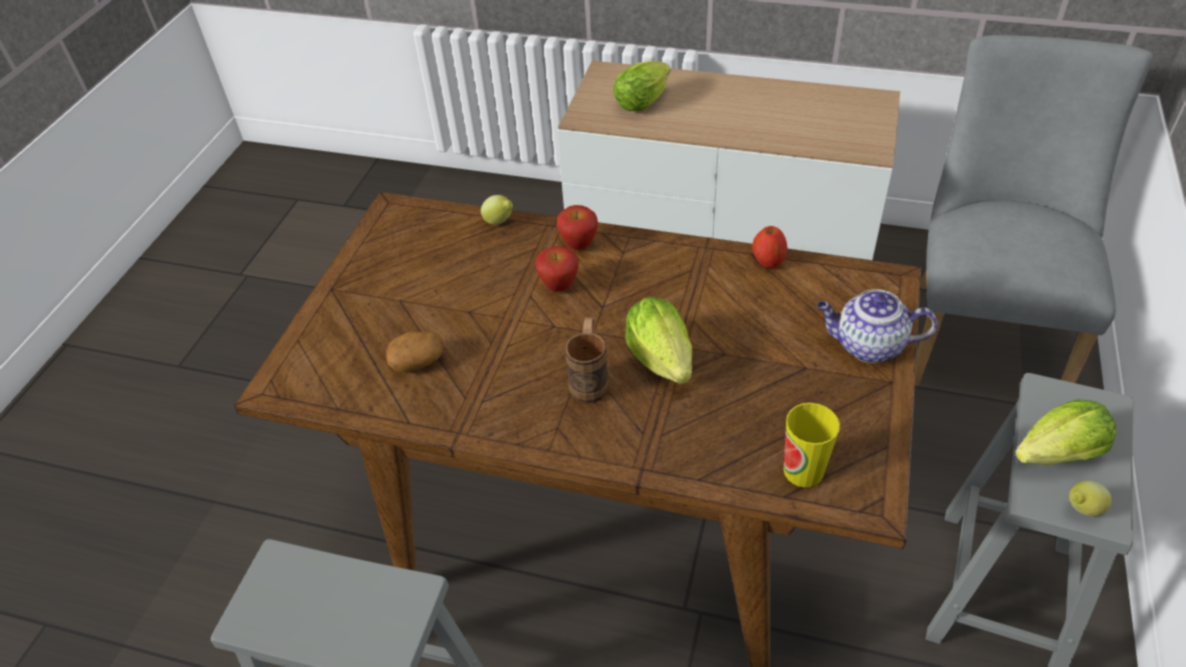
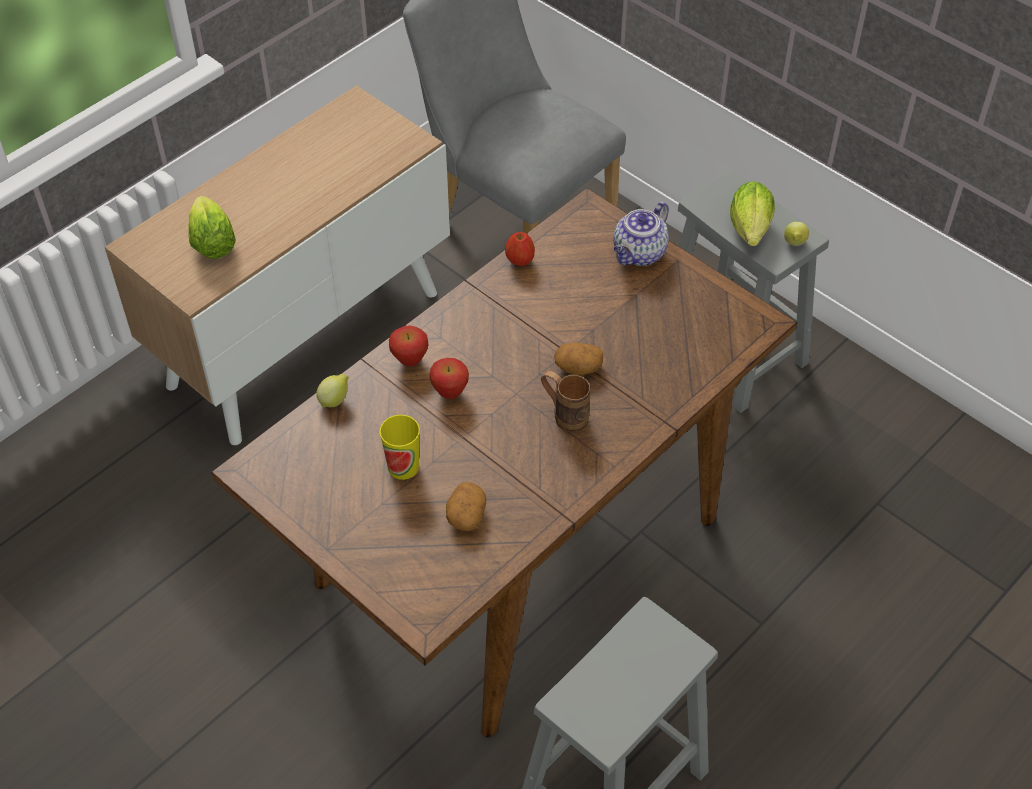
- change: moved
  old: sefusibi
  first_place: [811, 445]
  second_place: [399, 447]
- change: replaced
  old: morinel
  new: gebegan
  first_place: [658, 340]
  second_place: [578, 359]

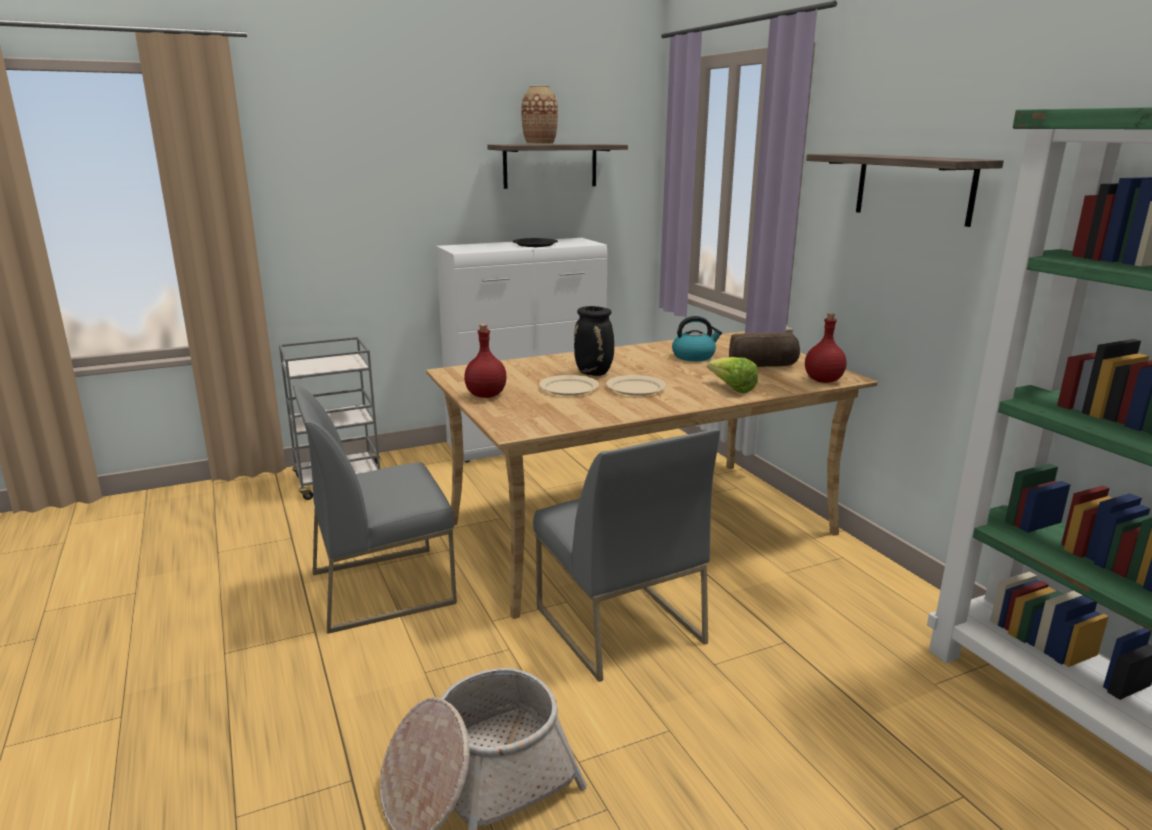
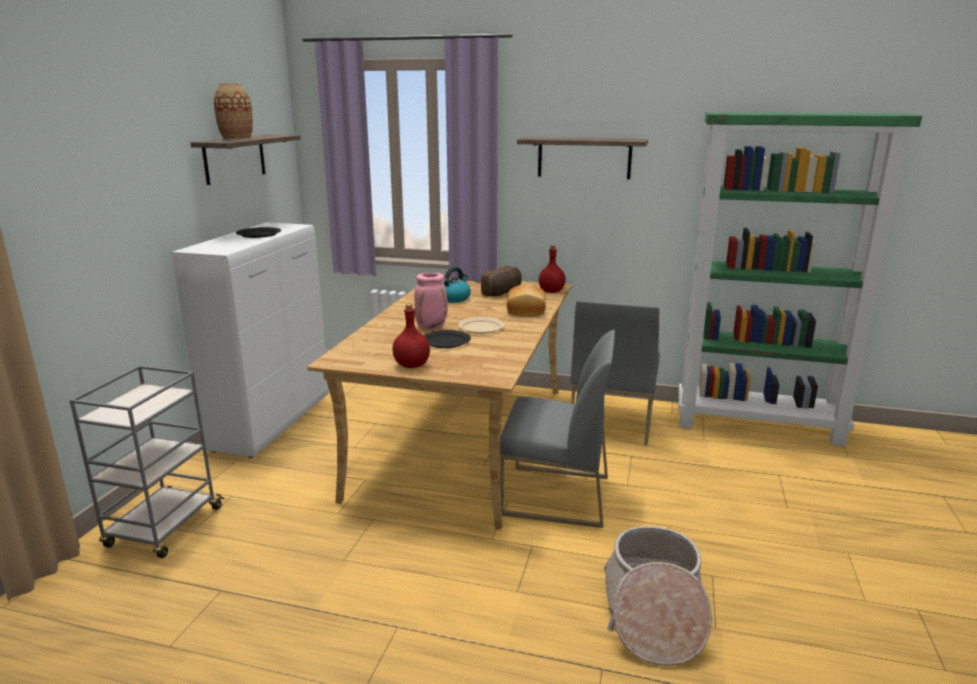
- change: recoloured
  old: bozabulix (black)
  new: bozabulix (pink)
  first_place: [594, 341]
  second_place: [431, 301]
- change: recoloured
  old: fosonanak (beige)
  new: fosonanak (black)
  first_place: [569, 385]
  second_place: [447, 339]
- change: replaced
  old: morinel
  new: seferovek
  first_place: [732, 375]
  second_place: [526, 300]
- change: moved
  old: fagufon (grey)
  first_place: [374, 509]
  second_place: [615, 372]

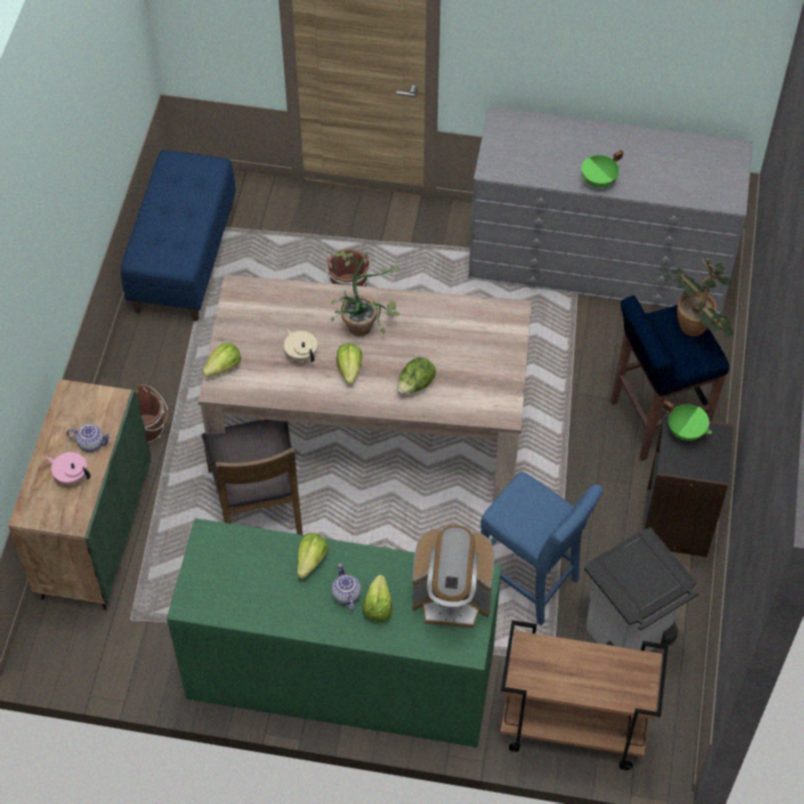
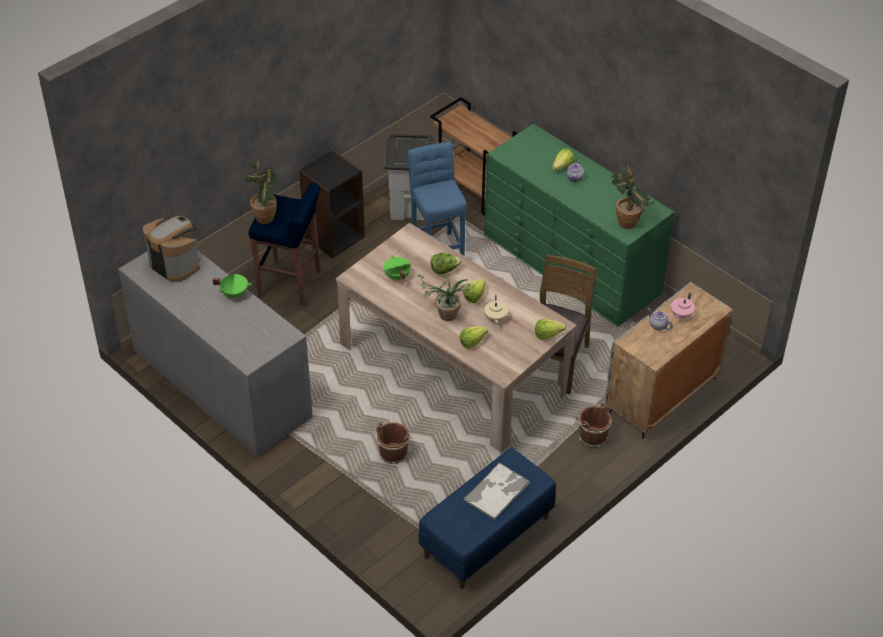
- change: moved
  old: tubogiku
  first_place: [453, 576]
  second_place: [172, 248]
- change: moved
  old: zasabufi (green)
  first_place: [687, 420]
  second_place: [397, 267]
- change: moved
  old: morinel
  first_place: [313, 556]
  second_place: [474, 337]
- change: added
  new: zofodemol
  second_place: [496, 491]
- change: recoloured
  old: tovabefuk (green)
  new: tovabefuk (grey)
  first_place: [79, 494]
  second_place: [669, 360]
- change: added
  new: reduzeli
  second_place: [633, 197]
- change: turned
  old: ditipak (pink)
  first_place: [68, 468]
  second_place: [683, 306]
  degrees: 60

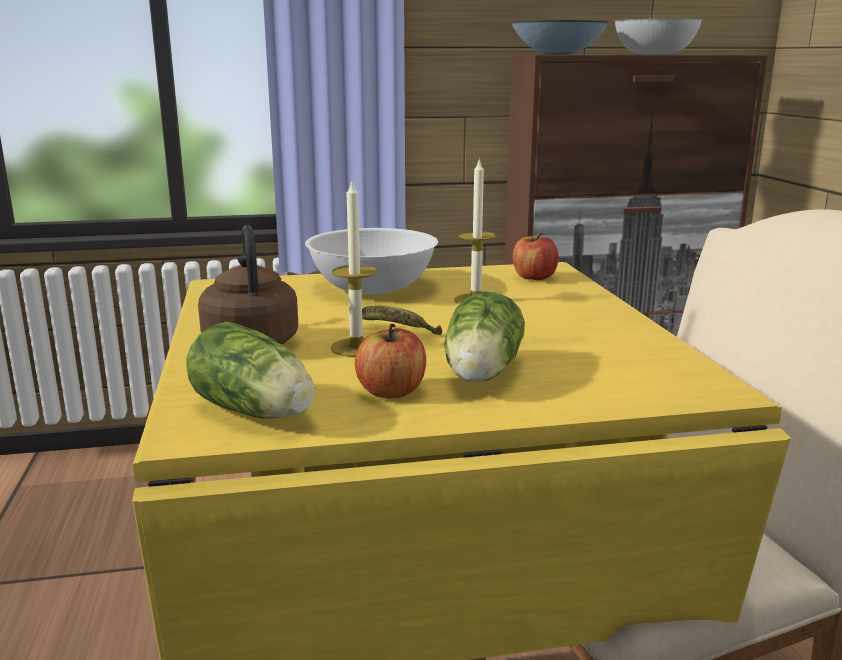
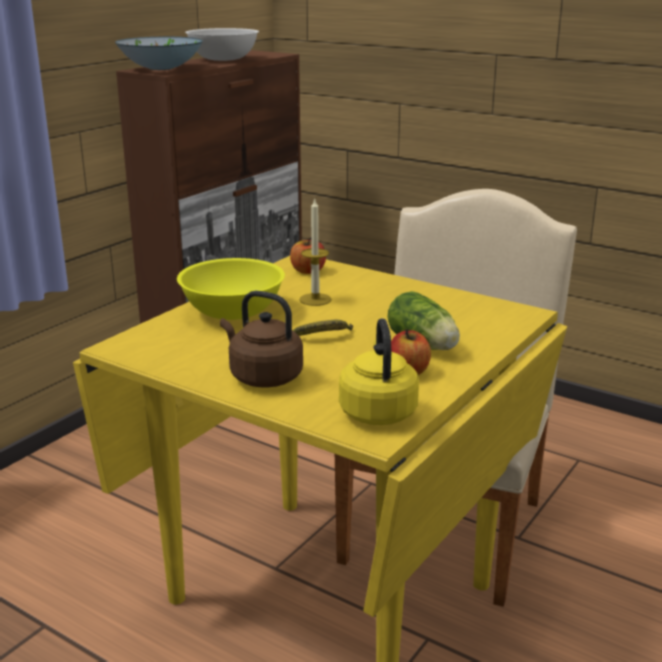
- change: recoloured
  old: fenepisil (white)
  new: fenepisil (yellow)
  first_place: [371, 261]
  second_place: [231, 289]
- change: replaced
  old: morinel
  new: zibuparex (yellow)
  first_place: [250, 370]
  second_place: [379, 371]
- change: removed
  old: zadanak
  first_place: [354, 267]

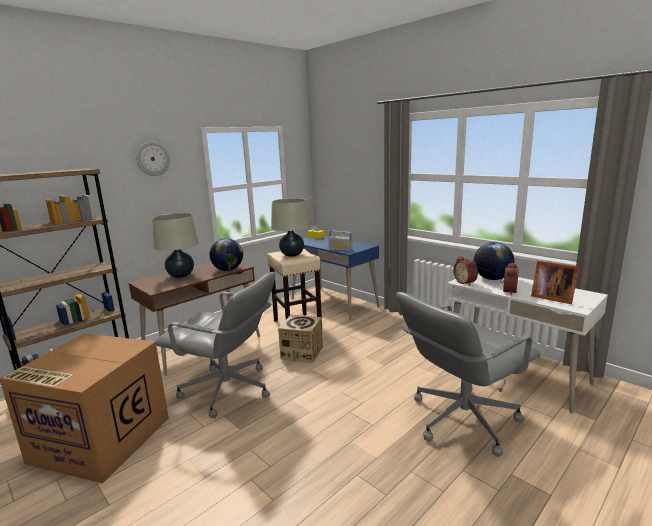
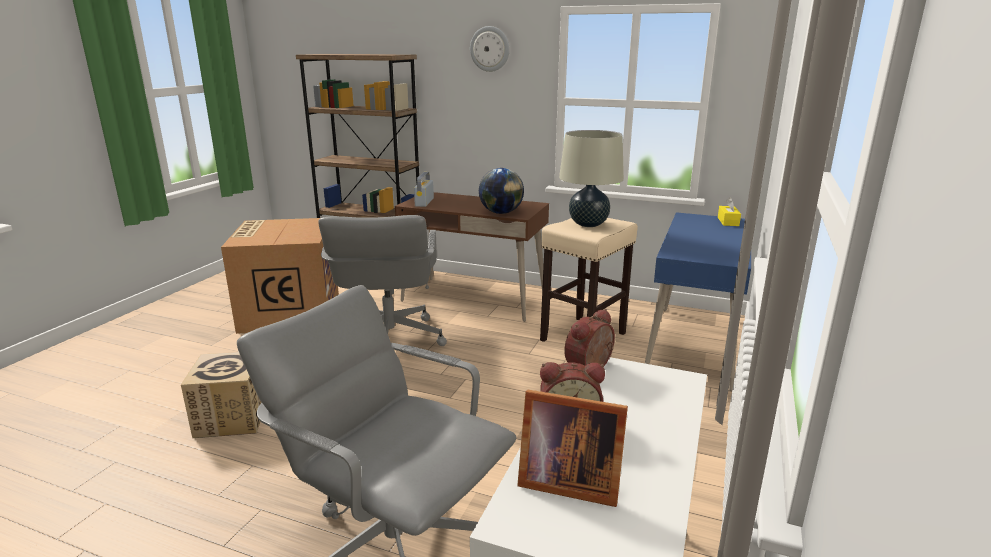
- change: moved
  old: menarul
  first_place: [300, 339]
  second_place: [221, 395]
- change: moved
  old: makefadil
  first_place: [341, 241]
  second_place: [424, 189]
- change: turned
  old: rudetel
  first_place: [555, 282]
  second_place: [572, 448]
  degrees: -90
- change: removed
  old: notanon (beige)
  first_place: [175, 245]
- change: removed
  old: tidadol
  first_place: [494, 261]

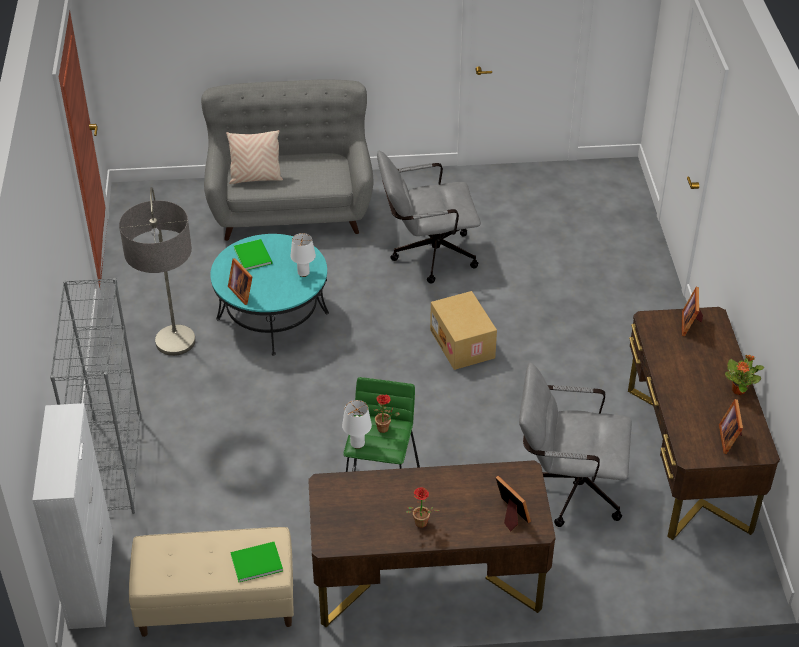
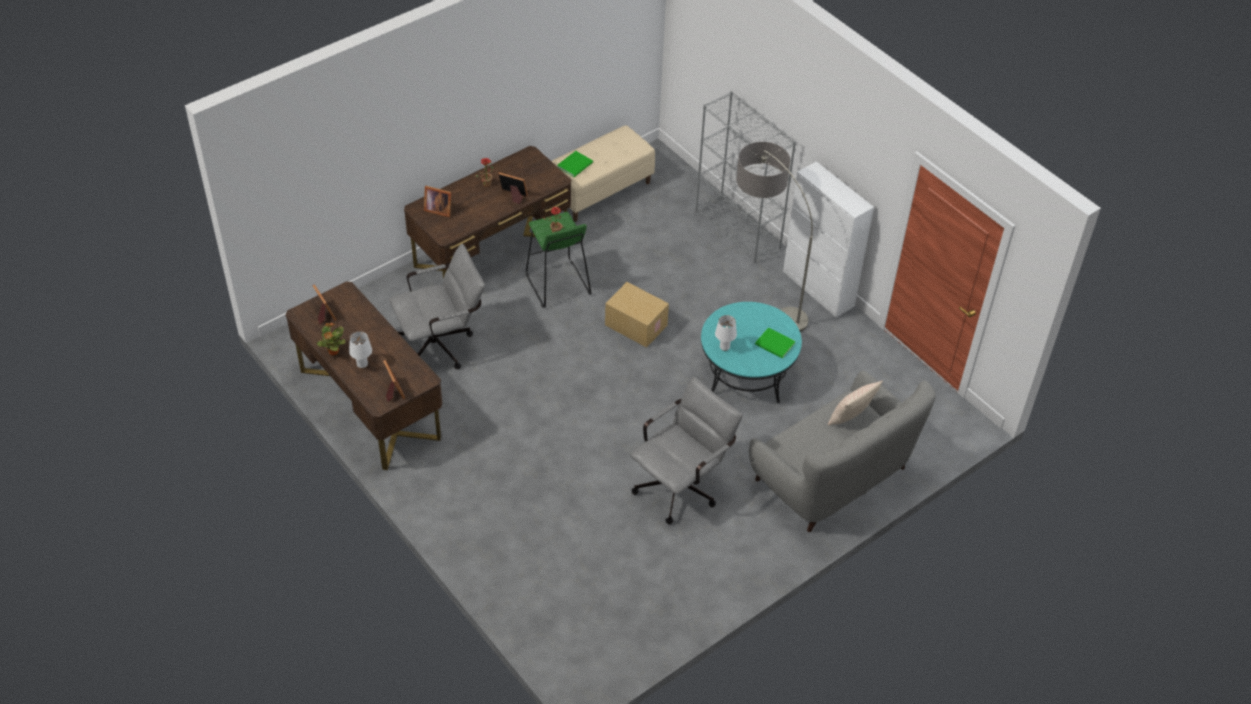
- change: moved
  old: notanon (white)
  first_place: [357, 424]
  second_place: [360, 349]
- change: moved
  old: rudetel
  first_place: [240, 281]
  second_place: [513, 188]
- change: moved
  old: menarul
  first_place: [463, 330]
  second_place: [637, 315]
- change: moved
  old: tovabefuk (white)
  first_place: [73, 516]
  second_place: [828, 239]

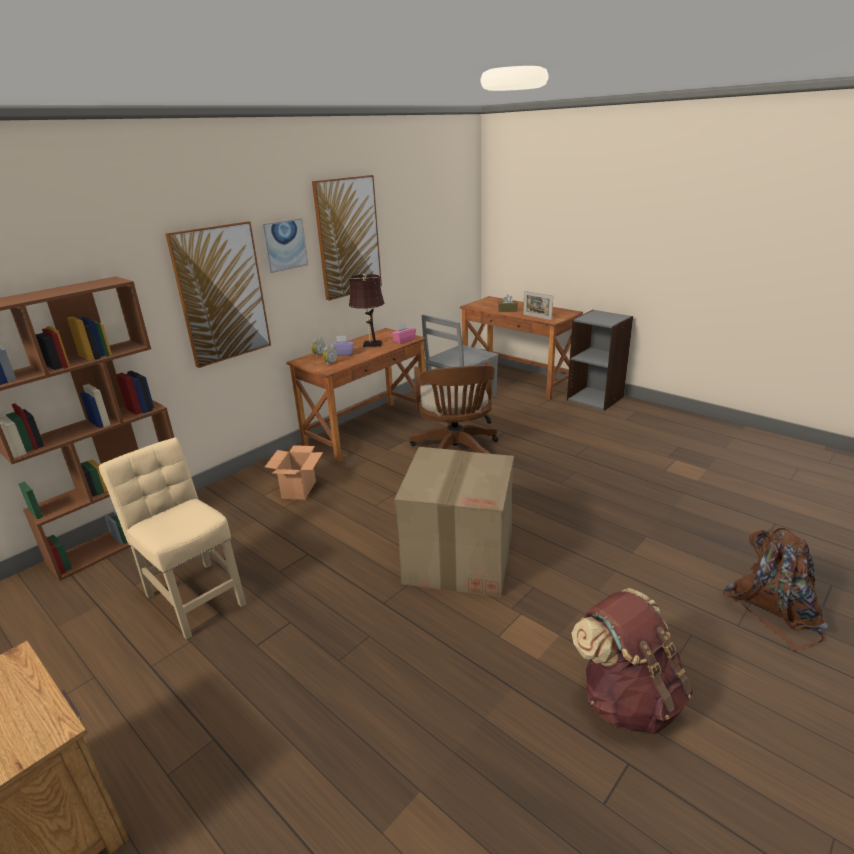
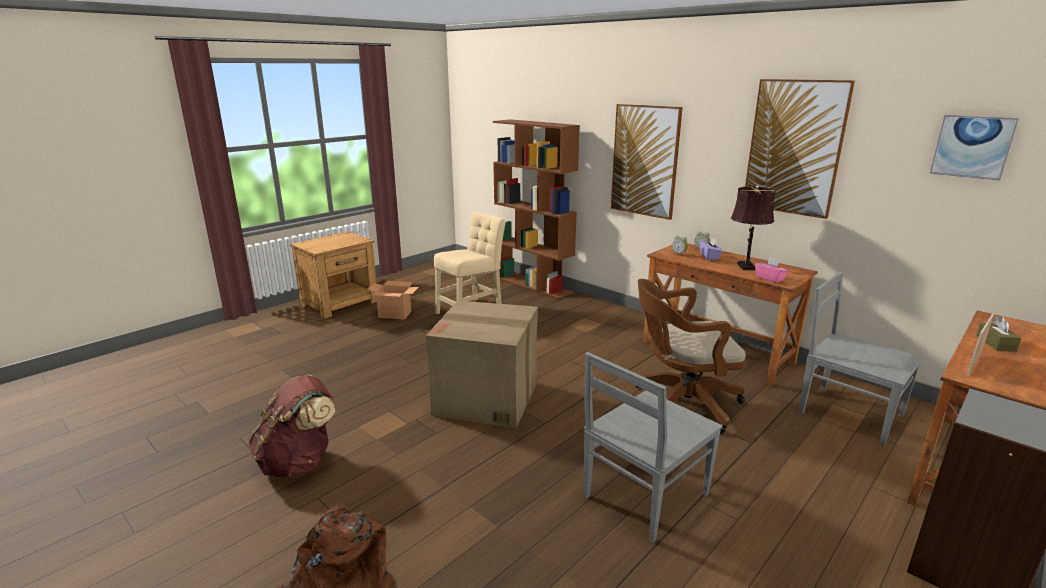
- change: moved
  old: menarul
  first_place: [294, 472]
  second_place: [393, 300]
- change: added
  new: fagufon (grey)
  second_place: [653, 447]
- change: moved
  old: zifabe
  first_place: [284, 245]
  second_place: [974, 148]

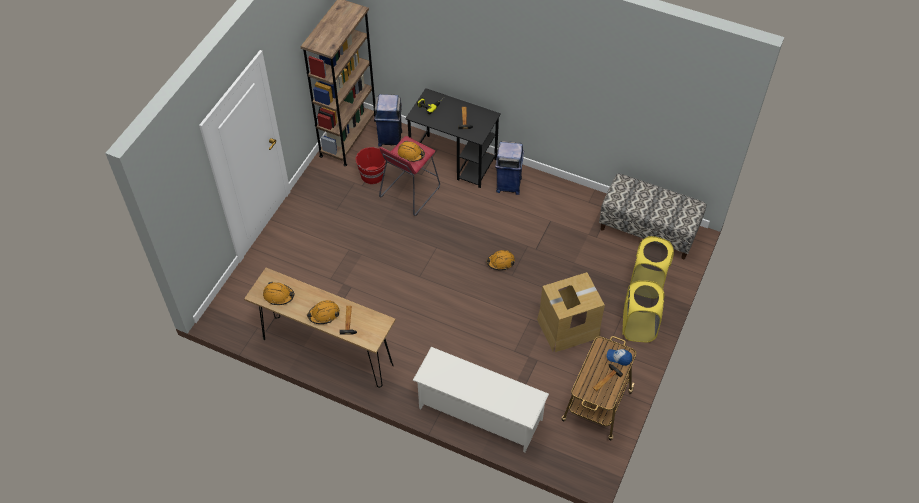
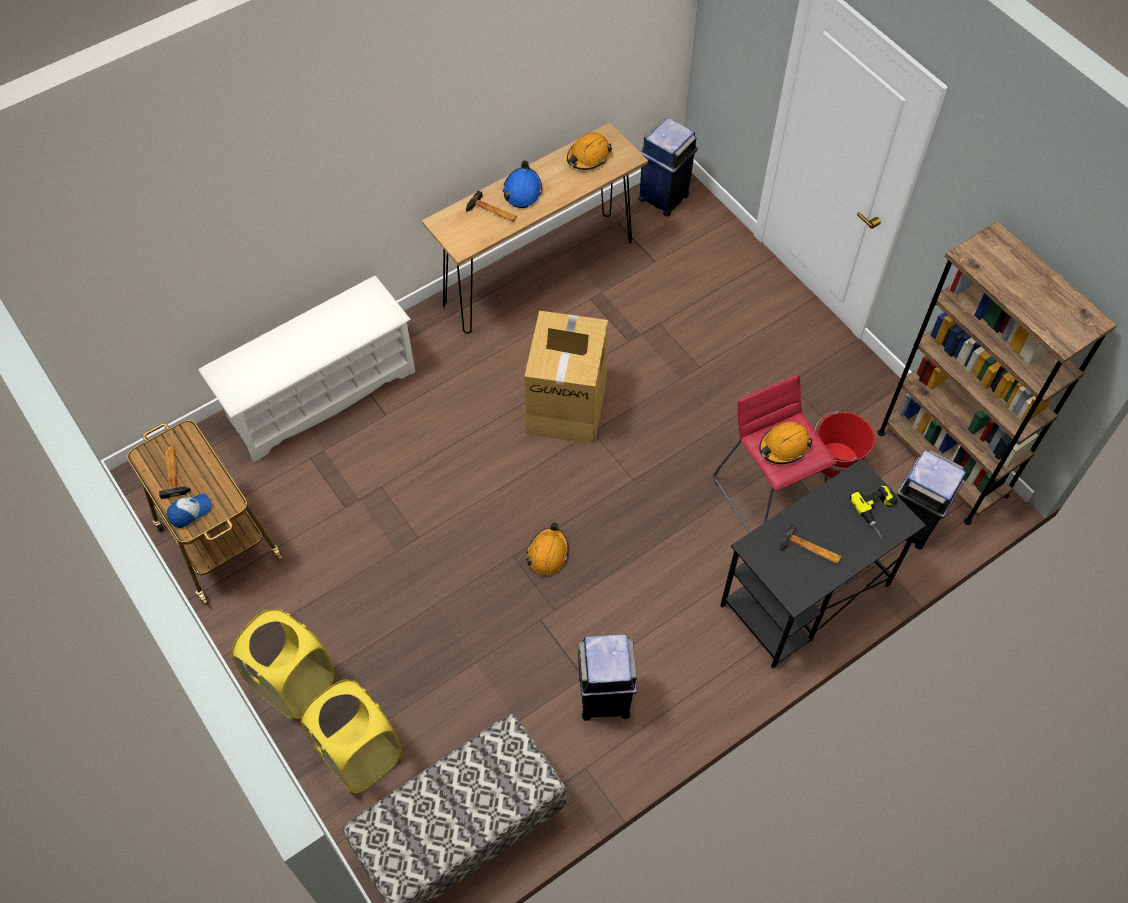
- change: recoloured
  old: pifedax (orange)
  new: pifedax (blue)
  first_place: [323, 312]
  second_place: [522, 184]
- change: moved
  old: menarul
  first_place: [571, 312]
  second_place: [566, 377]
- change: added
  new: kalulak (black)
  second_place: [607, 677]
- change: moved
  old: kalulak (blue)
  first_place: [509, 168]
  second_place: [668, 167]

